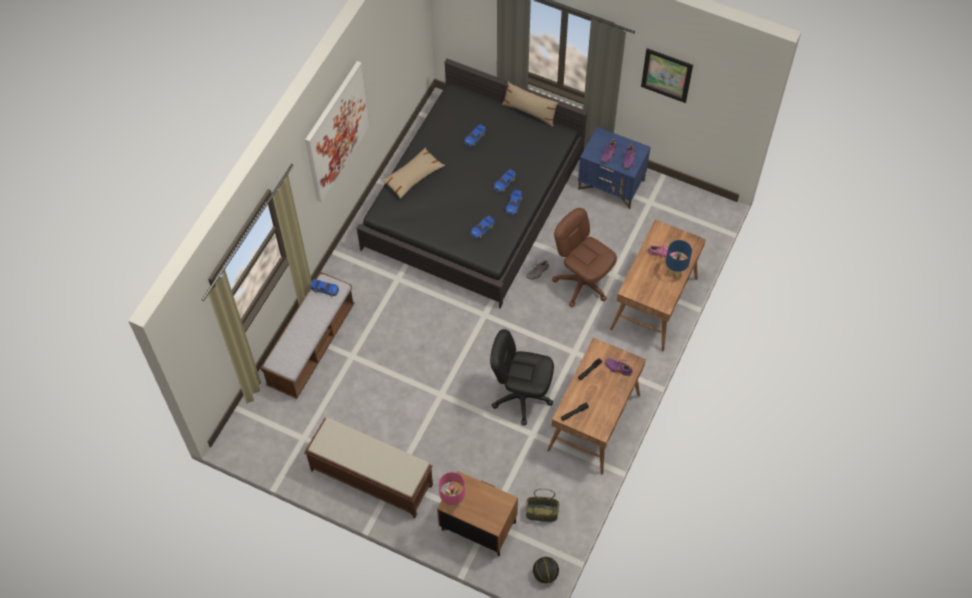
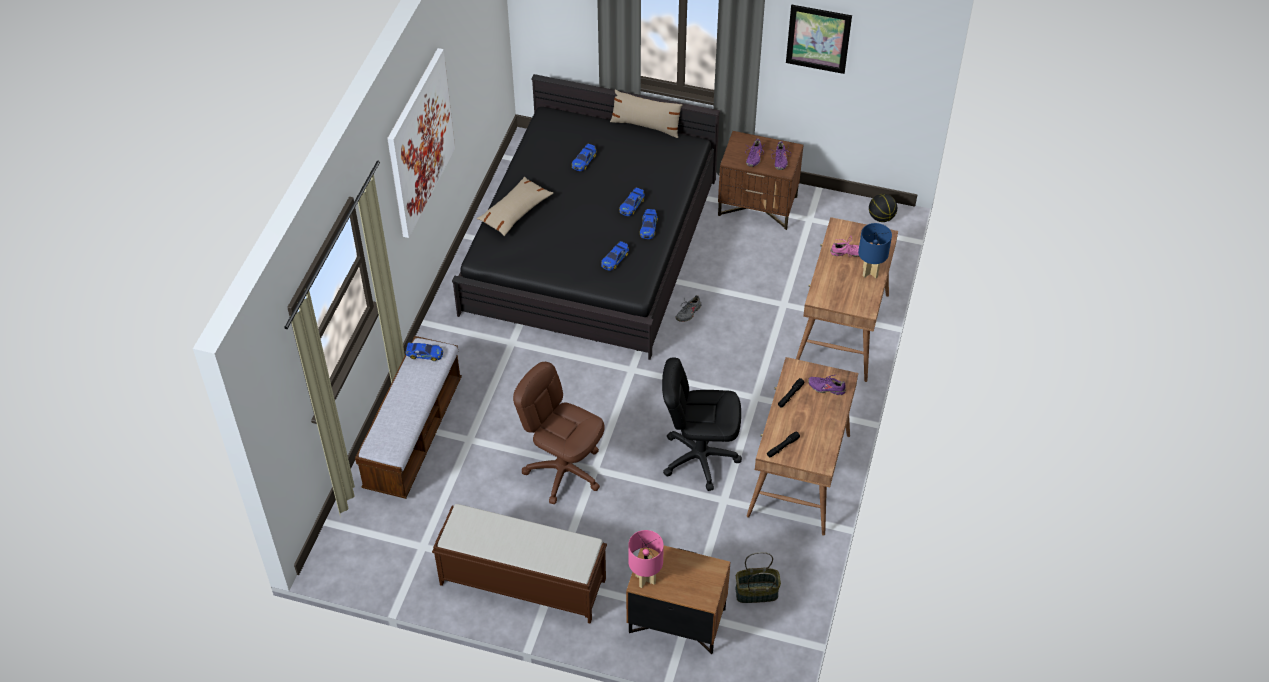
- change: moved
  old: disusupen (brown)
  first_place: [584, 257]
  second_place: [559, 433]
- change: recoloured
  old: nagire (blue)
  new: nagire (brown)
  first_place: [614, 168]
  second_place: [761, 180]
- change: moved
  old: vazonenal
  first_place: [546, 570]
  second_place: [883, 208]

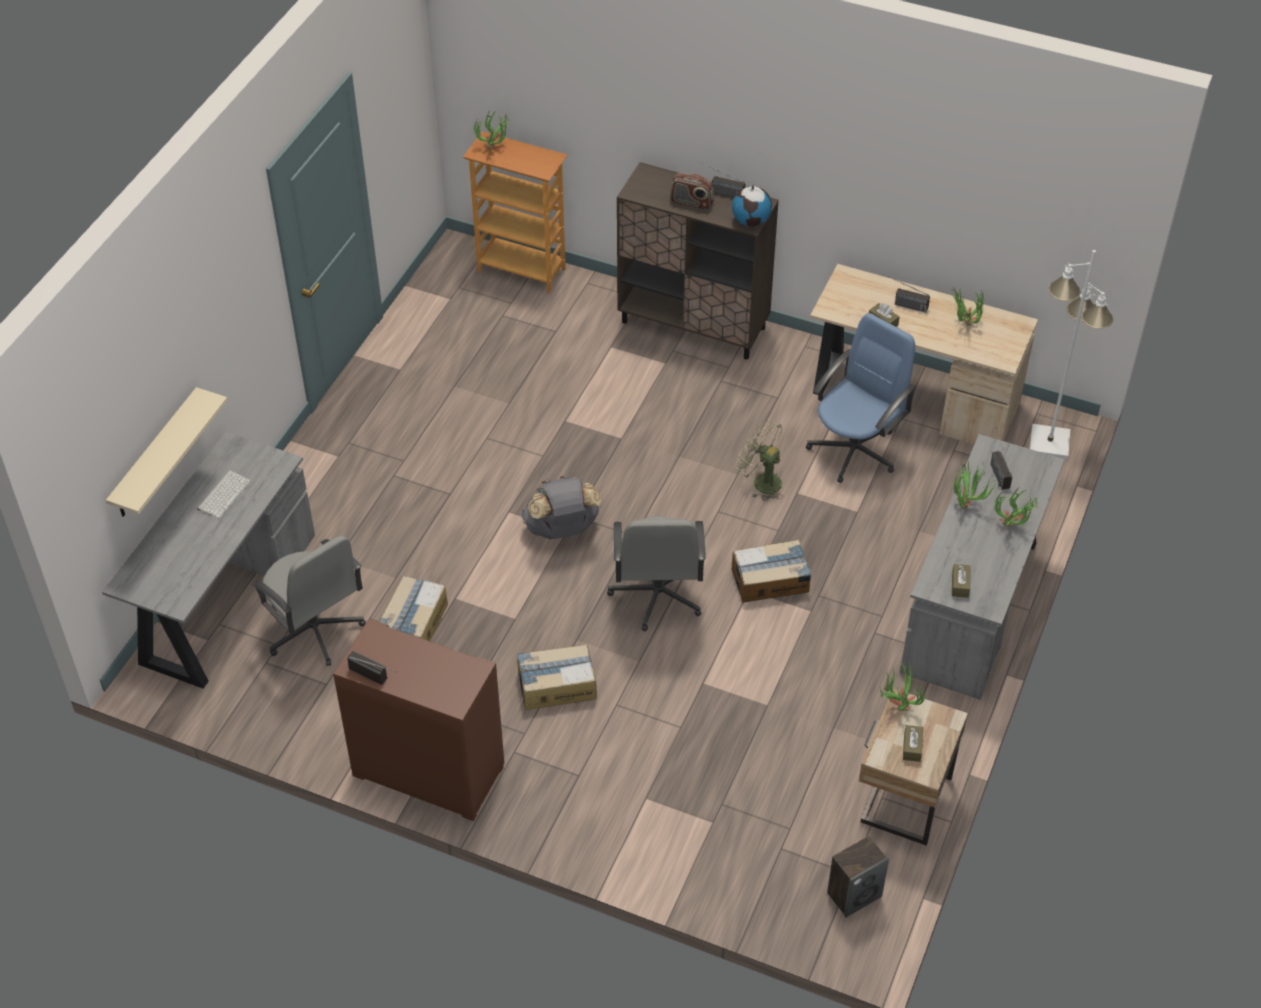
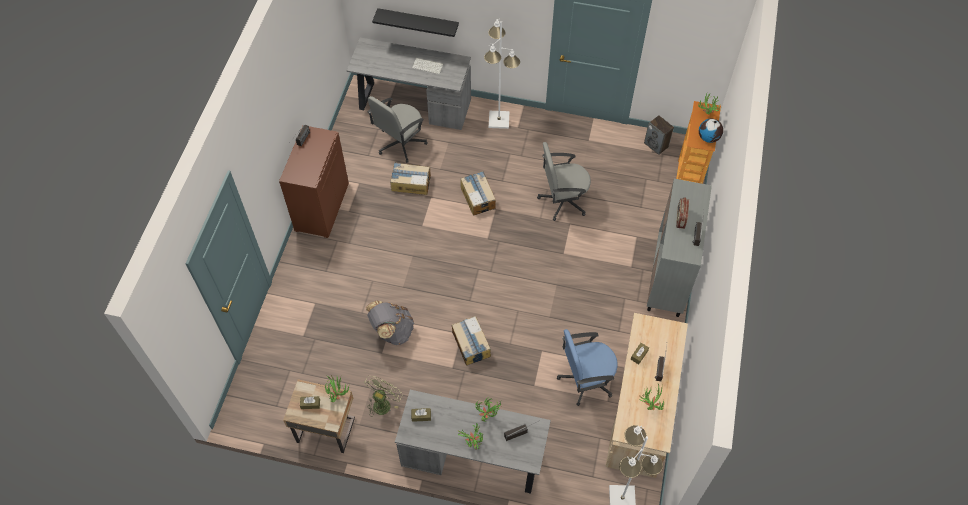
- change: moved
  old: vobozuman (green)
  first_place: [759, 460]
  second_place: [383, 396]
- change: moved
  old: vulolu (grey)
  first_place: [561, 507]
  second_place: [390, 322]
- change: recoloured
  old: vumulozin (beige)
  new: vumulozin (black)
  first_place: [167, 452]
  second_place: [415, 22]
- change: moved
  old: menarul
  first_place: [557, 677]
  second_place: [478, 193]
- change: added
  new: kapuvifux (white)
  second_place: [502, 74]
- change: moved
  old: disusupen (grey)
  first_place: [656, 573]
  second_place: [564, 181]
- change: turned
  old: disusupen (blue)
  first_place: [861, 398]
  second_place: [587, 367]
  degrees: 135
- change: moved
  old: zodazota
  first_place: [858, 876]
  second_place: [659, 135]
- change: recoloured
  old: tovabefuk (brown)
  new: tovabefuk (grey)
  first_place: [698, 261]
  second_place: [679, 248]
- change: moved
  old: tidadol
  first_place: [752, 205]
  second_place: [711, 131]

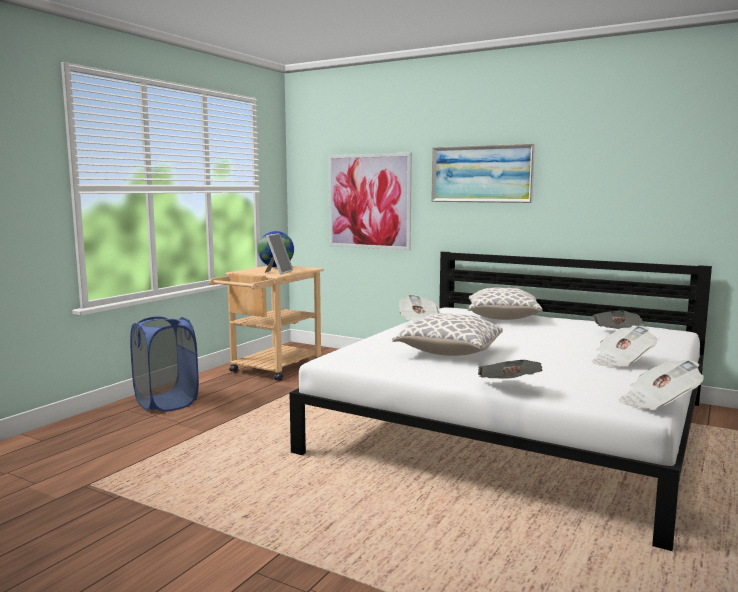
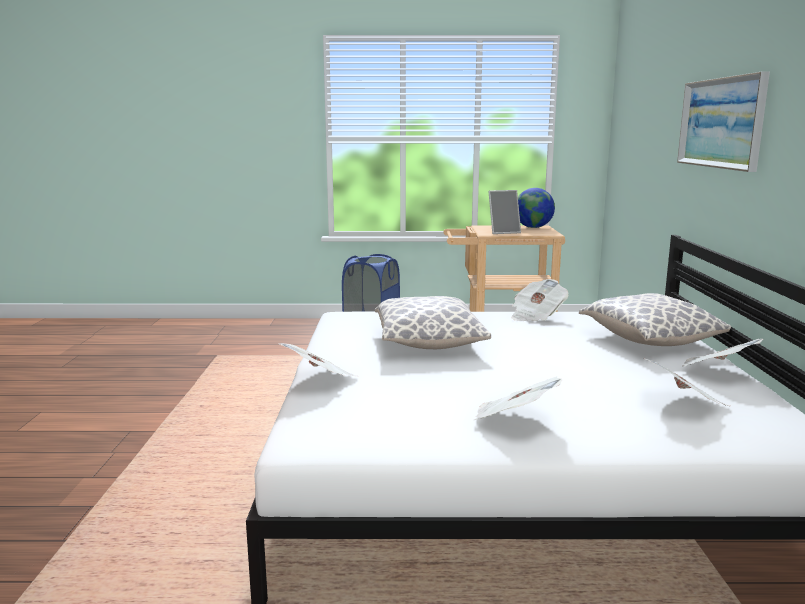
- change: moved
  old: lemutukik
  first_place: [661, 385]
  second_place: [722, 353]
- change: removed
  old: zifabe
  first_place: [370, 202]

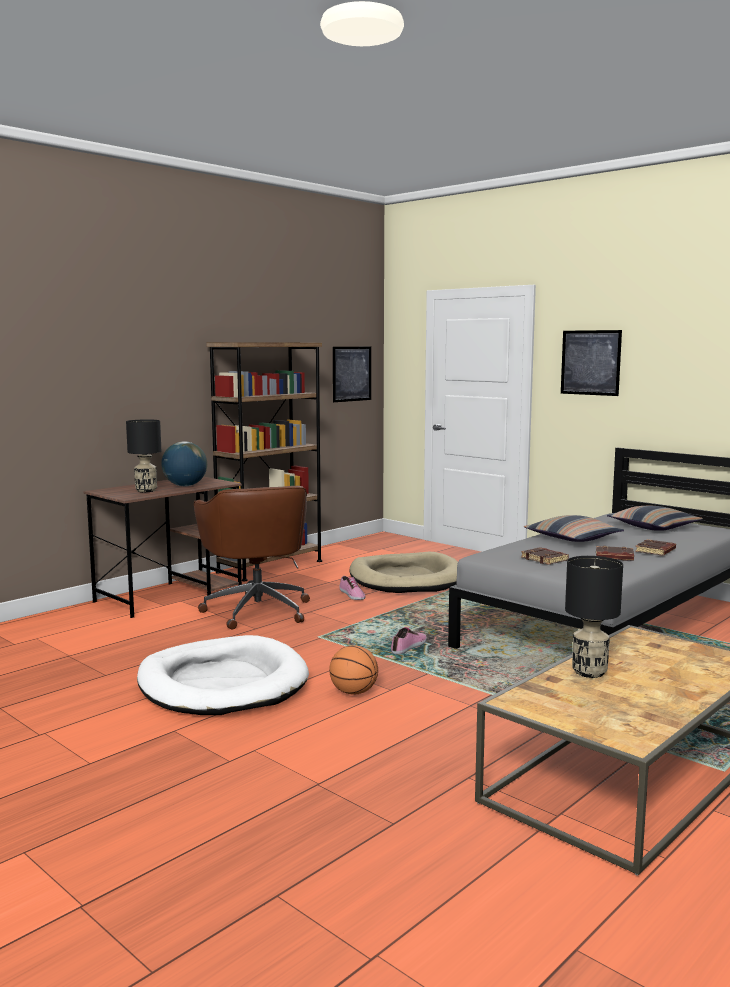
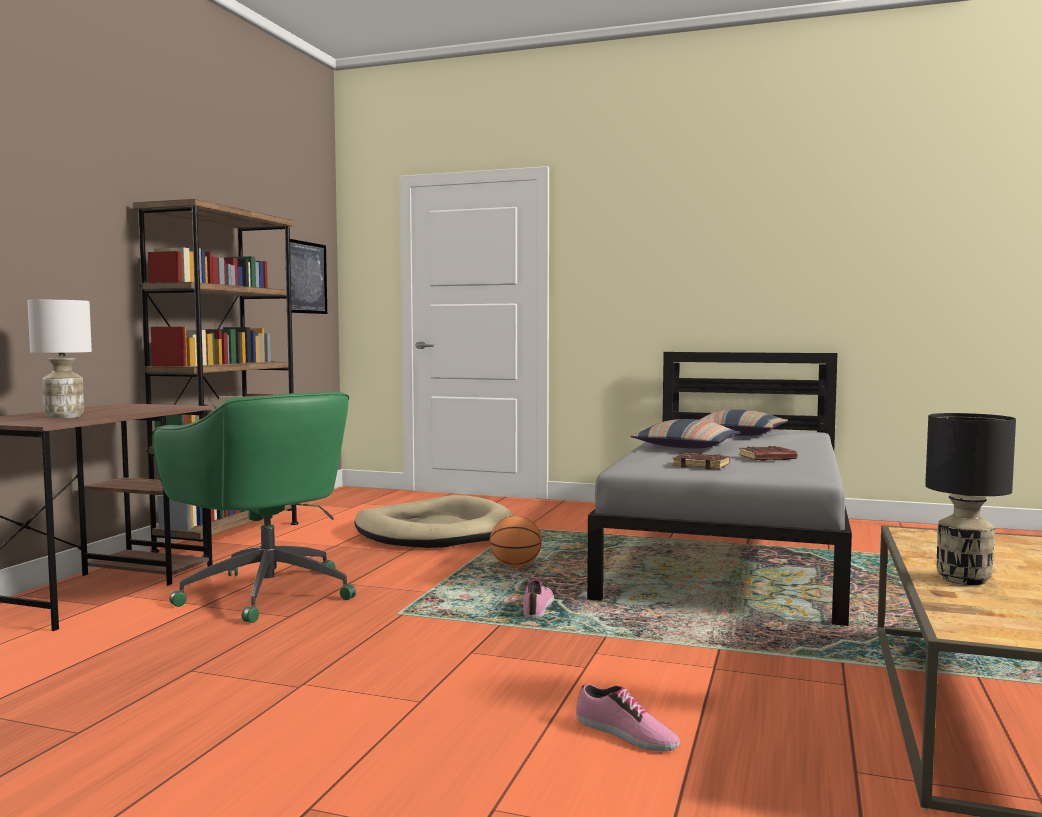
- change: recoloured
  old: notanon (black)
  new: notanon (white)
  first_place: [143, 455]
  second_place: [59, 359]
- change: recoloured
  old: disusupen (brown)
  new: disusupen (green)
  first_place: [252, 558]
  second_place: [254, 507]
- change: moved
  old: vazonenal
  first_place: [353, 670]
  second_place: [516, 541]
- change: moved
  old: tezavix
  first_place: [352, 588]
  second_place: [628, 717]
- change: removed
  old: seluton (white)
  first_place: [223, 675]
- change: removed
  old: tidadol
  first_place: [184, 463]
- change: removed
  old: zifabe
  first_place: [591, 363]
- change: removed
  old: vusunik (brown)
  first_place: [655, 547]

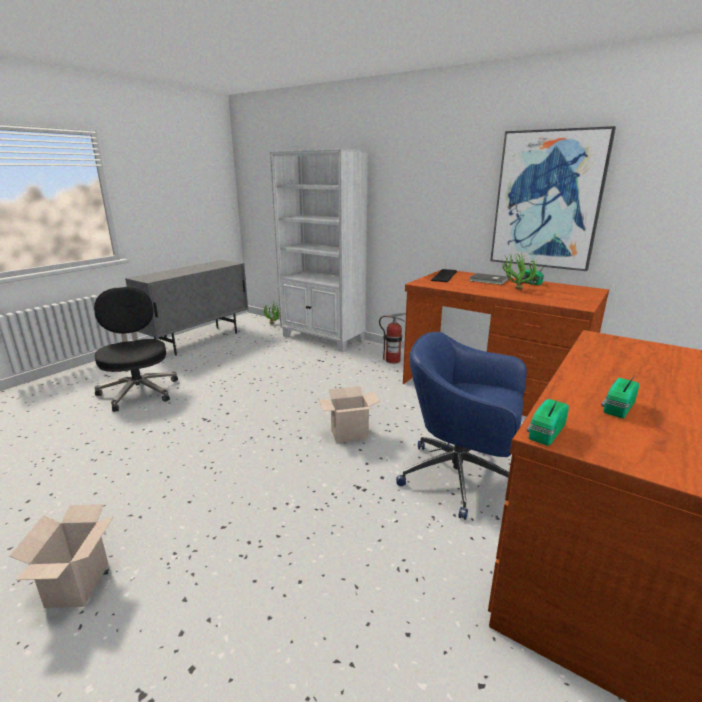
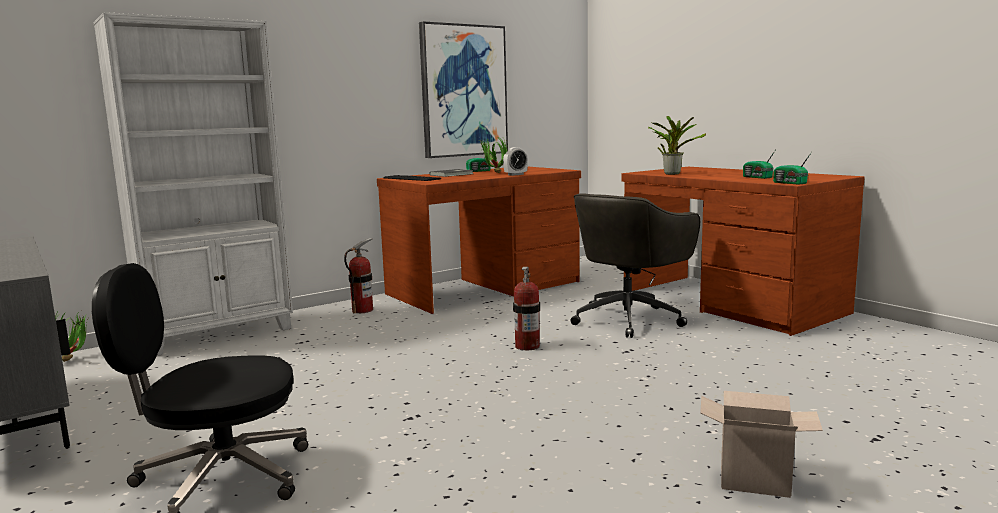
- change: added
  new: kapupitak
  second_place: [515, 161]
- change: replaced
  old: menarul
  new: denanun
  first_place: [349, 414]
  second_place: [526, 308]
- change: recoloured
  old: disusupen (blue)
  new: disusupen (grey)
  first_place: [461, 426]
  second_place: [635, 265]
- change: added
  new: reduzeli
  second_place: [677, 145]

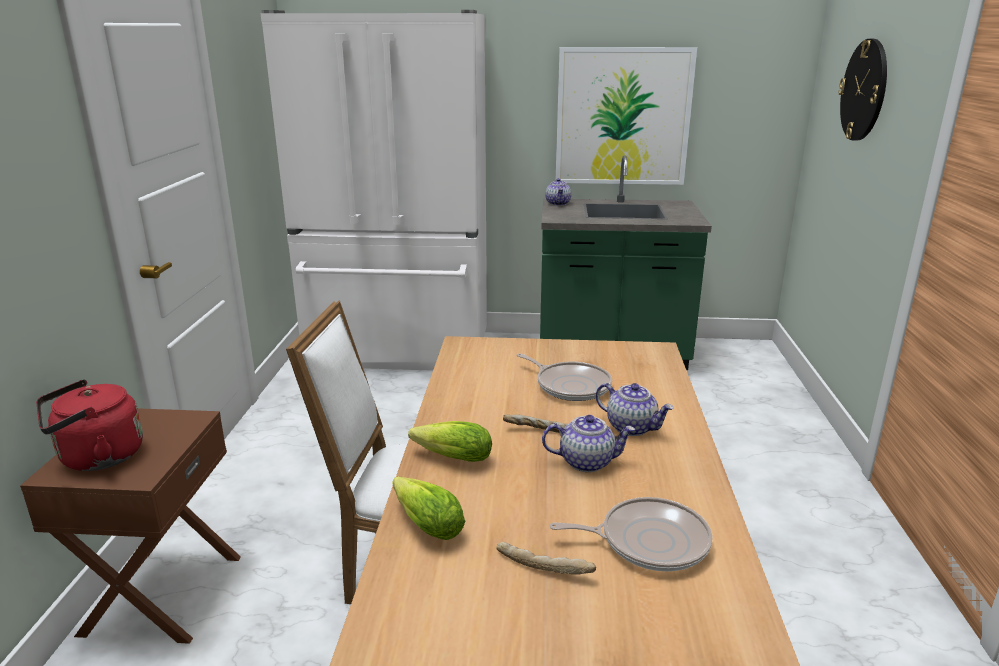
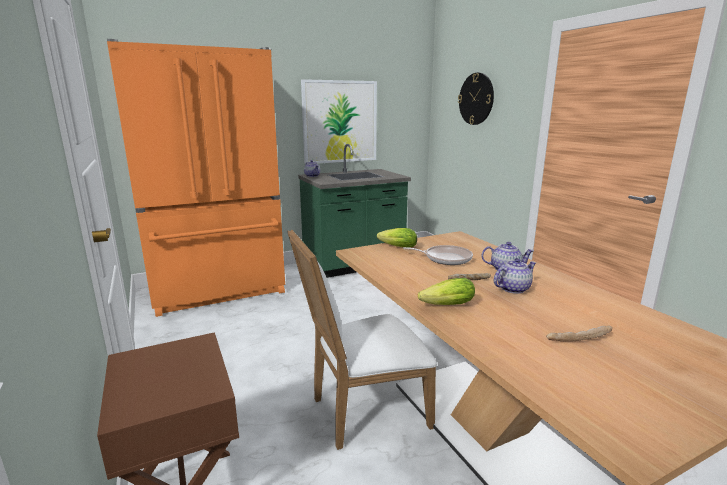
- change: recoloured
  old: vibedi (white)
  new: vibedi (orange)
  first_place: [374, 190]
  second_place: [196, 178]
- change: moved
  old: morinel
  first_place: [428, 508]
  second_place: [397, 238]
- change: removed
  old: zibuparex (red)
  first_place: [89, 425]
- change: removed
  old: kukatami
  first_place: [630, 534]

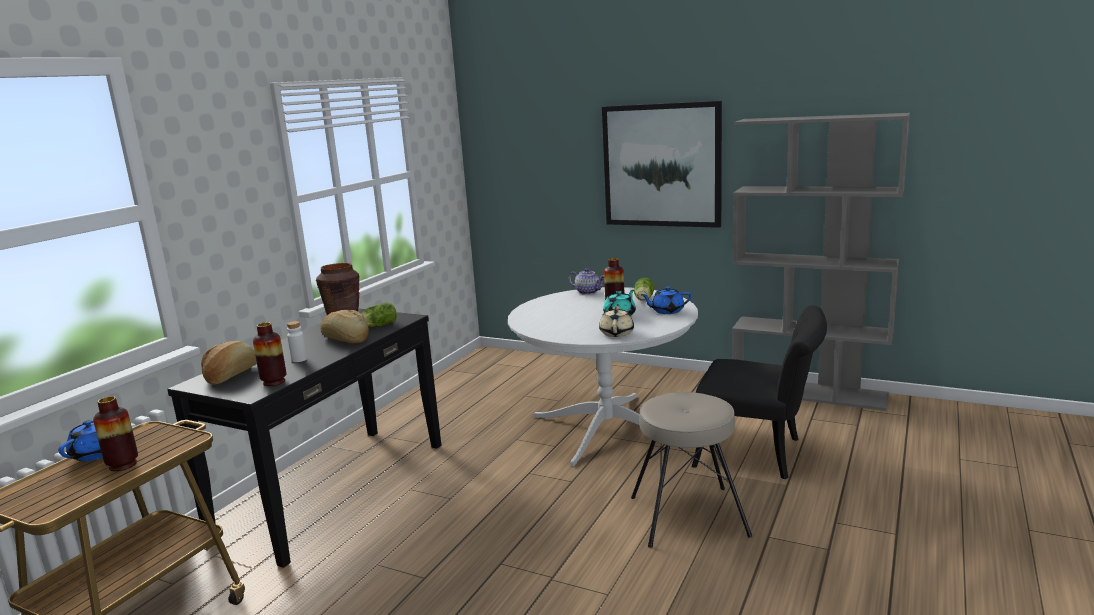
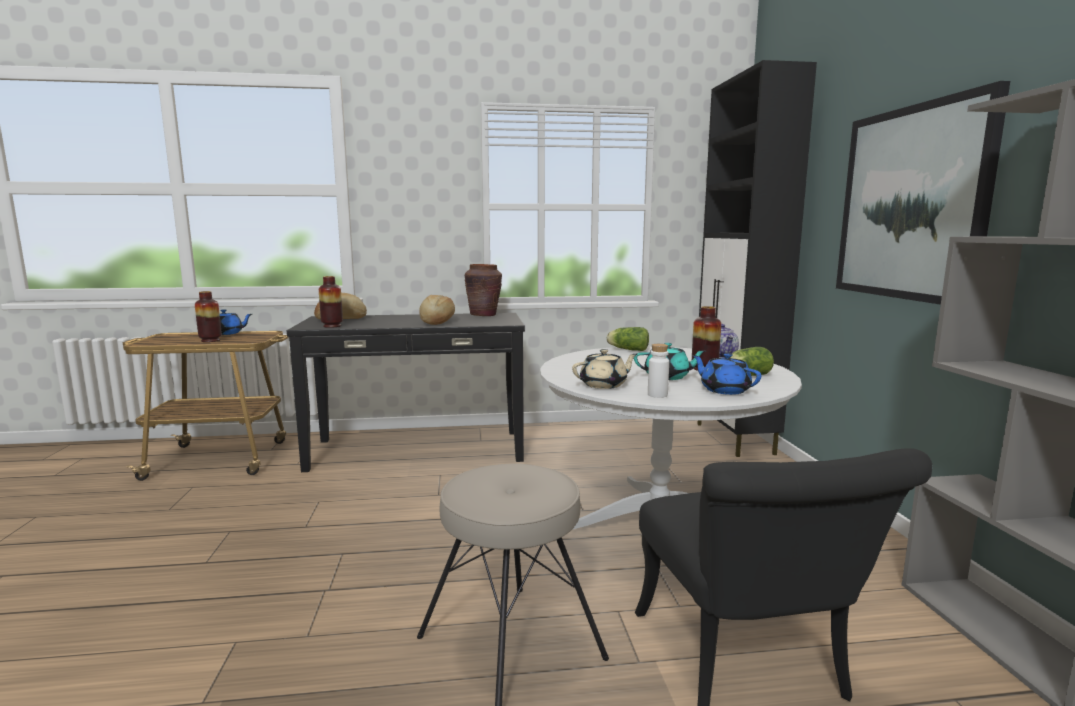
- change: moved
  old: morinel
  first_place: [379, 314]
  second_place: [628, 339]
- change: moved
  old: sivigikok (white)
  first_place: [297, 341]
  second_place: [658, 371]
- change: added
  new: tovabefuk (black)
  second_place: [757, 258]

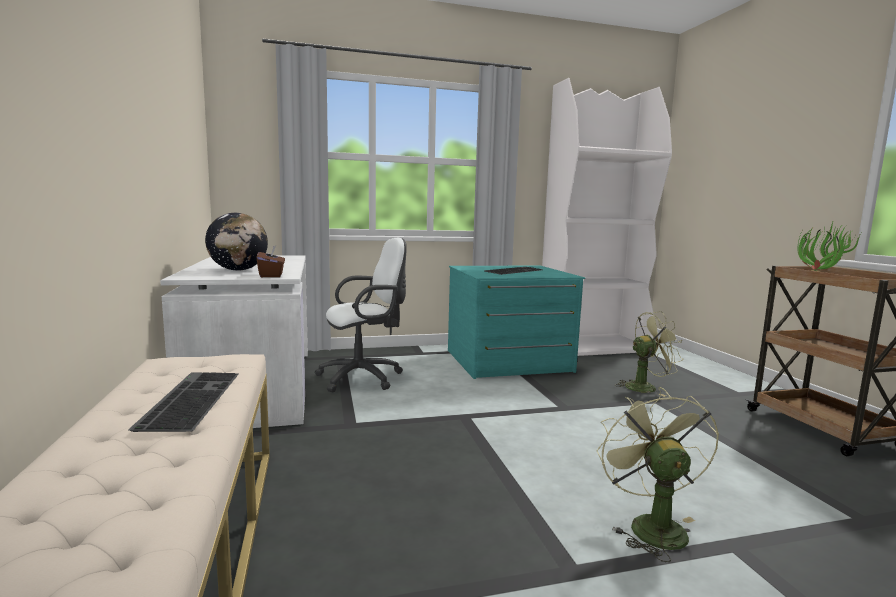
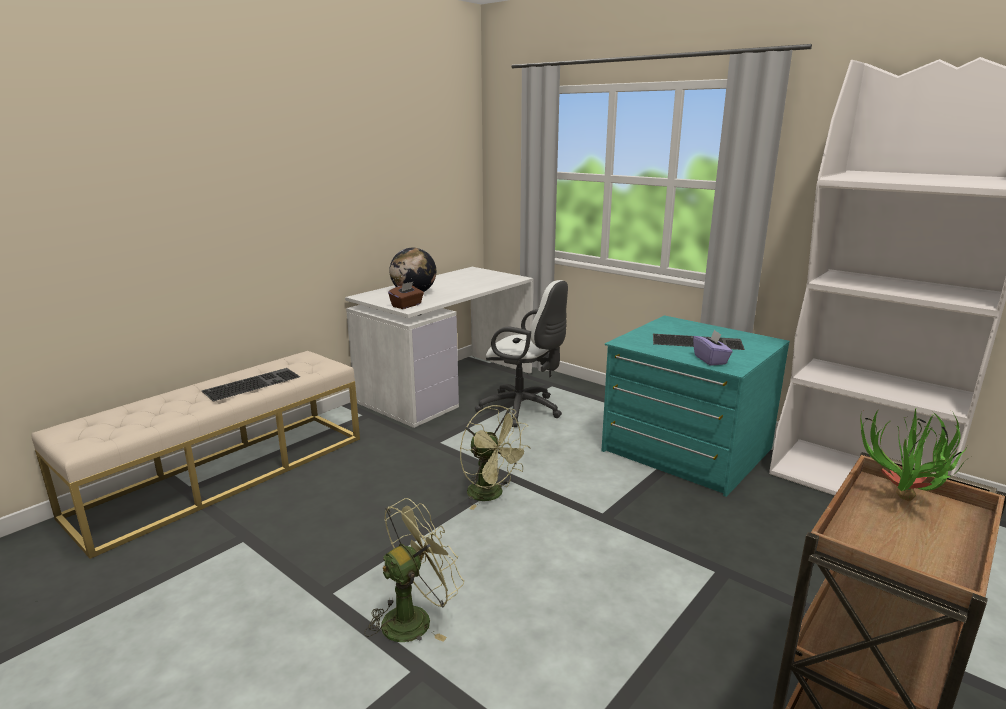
- change: moved
  old: vobozuman (green)
  first_place: [649, 354]
  second_place: [495, 457]
- change: added
  new: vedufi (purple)
  second_place: [713, 347]

